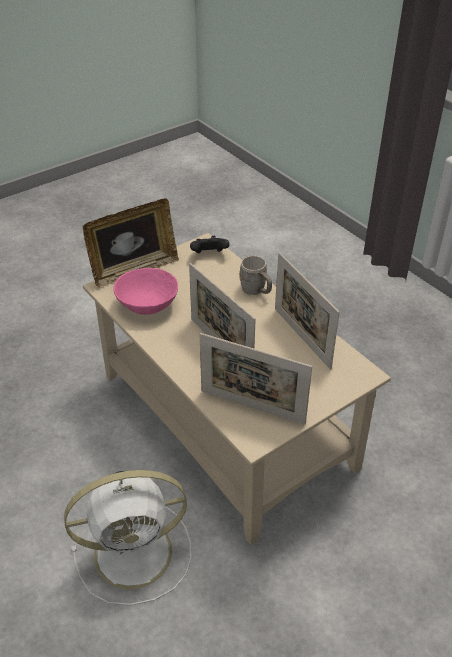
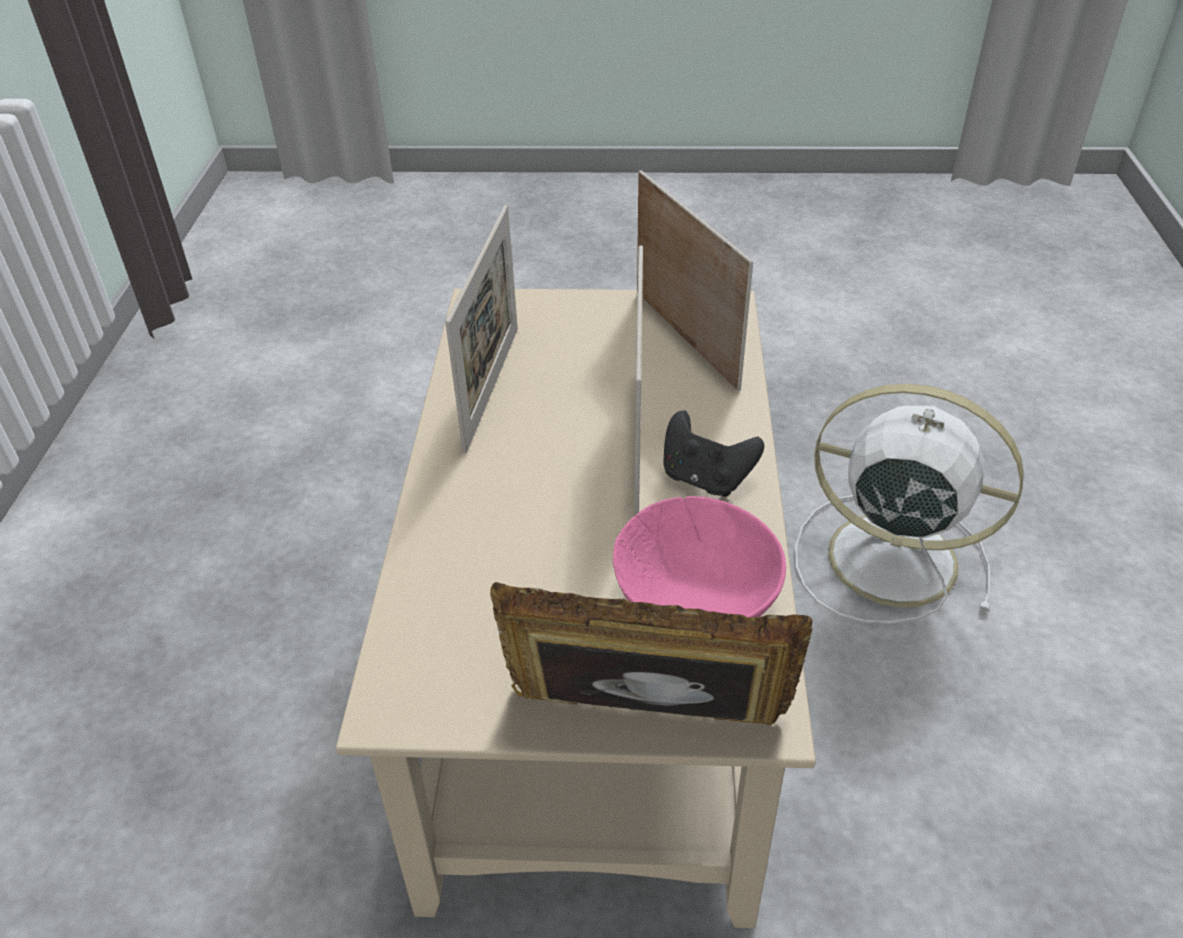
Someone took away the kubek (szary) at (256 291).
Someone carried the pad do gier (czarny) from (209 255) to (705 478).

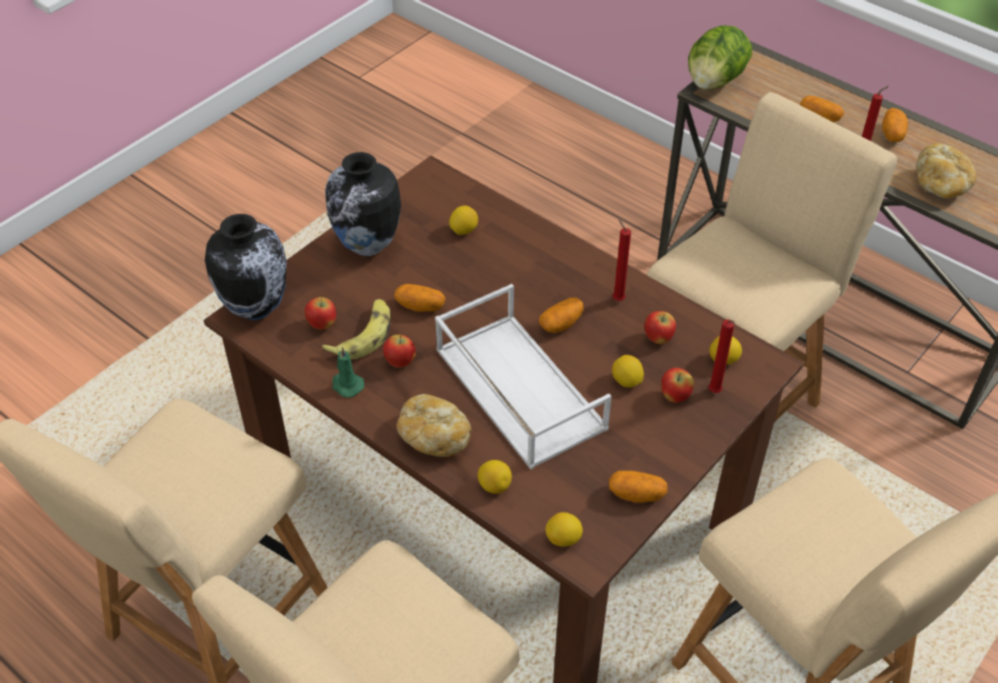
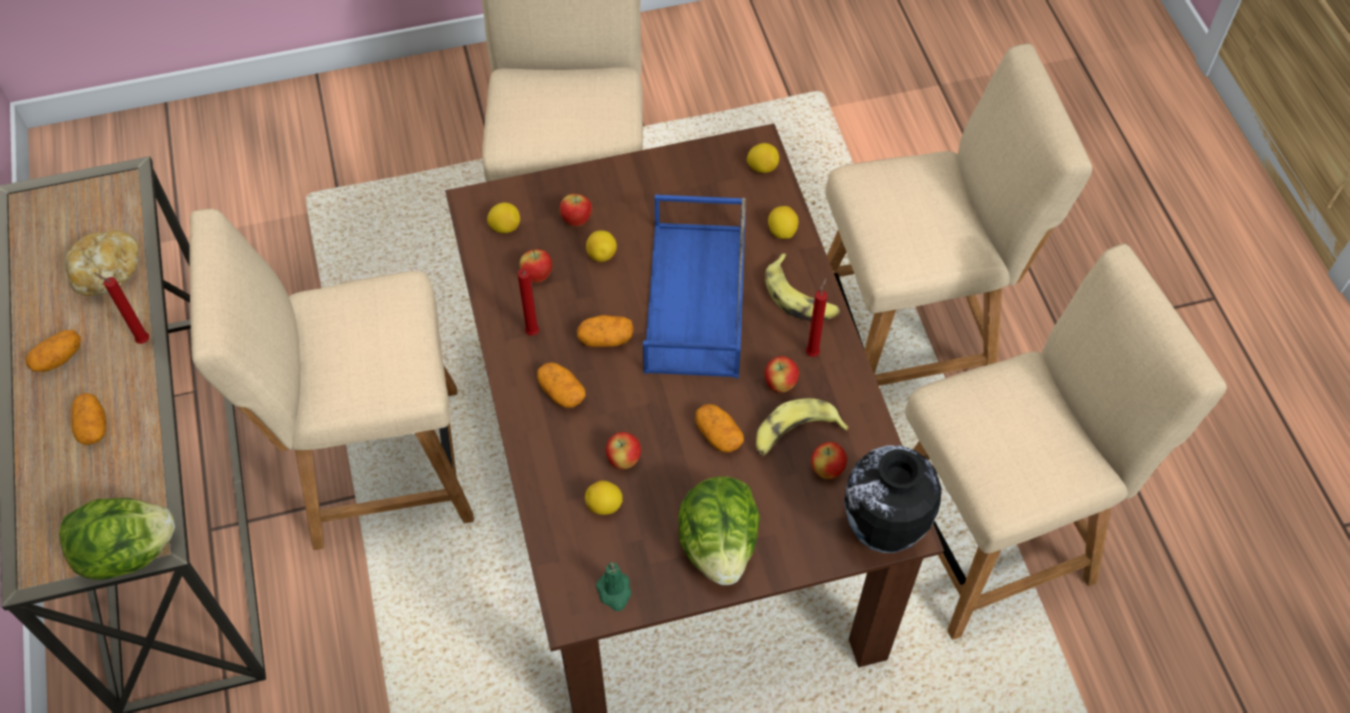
Someone put down the jabłko at (624 460).
Someone carried the świeca (zielony) from (346 385) to (615 592).
Someone carried the ziemniak from (636 494) to (561 392).
Someone carried the świeca (czerwony) from (715 393) to (813 352).
Someone swapped the wazon at (367 247) for the sałata at (718 545).
Someone swapped the chleb at (434 437) for the banan at (800 297).
Someone repainted the taca (biały) at (517 388), which became the taca (niebieski) at (697 300).

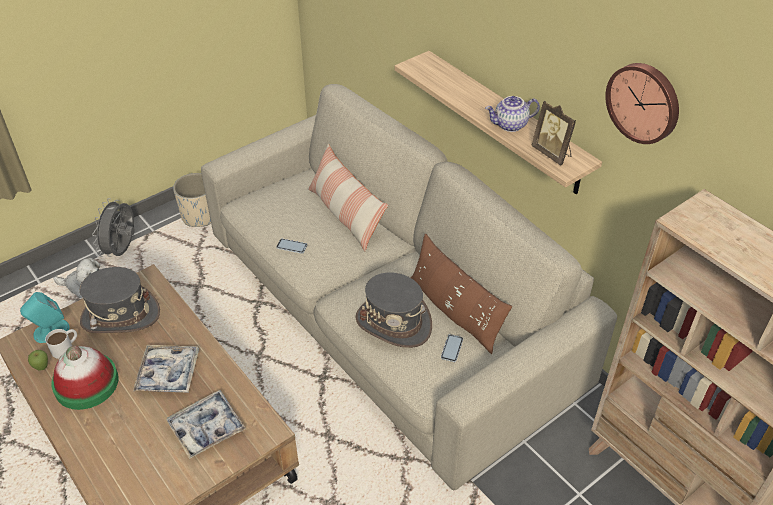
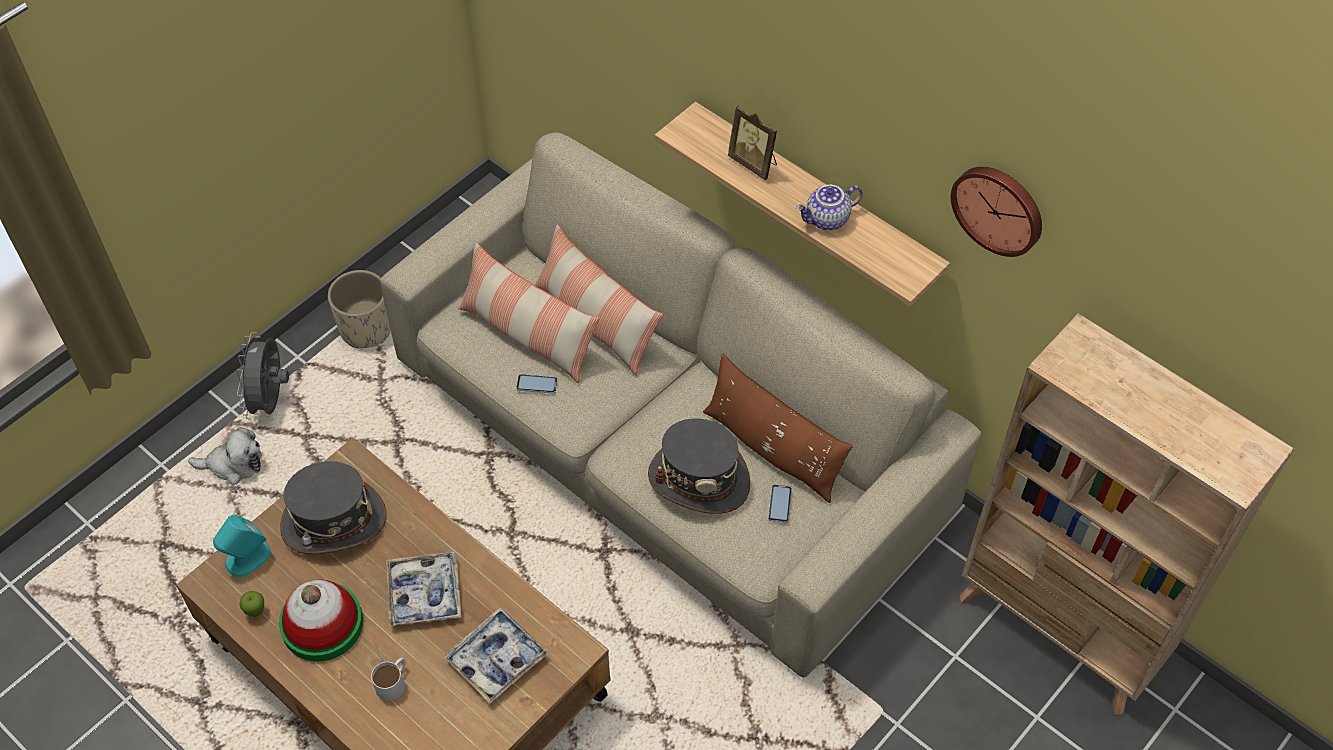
Someone put down the poduszka at (528 334).
Someone carried the kubek (biały) from (66 347) to (393 682).
Someone carried the ramka na zdjęcie from (552 153) to (754 163).

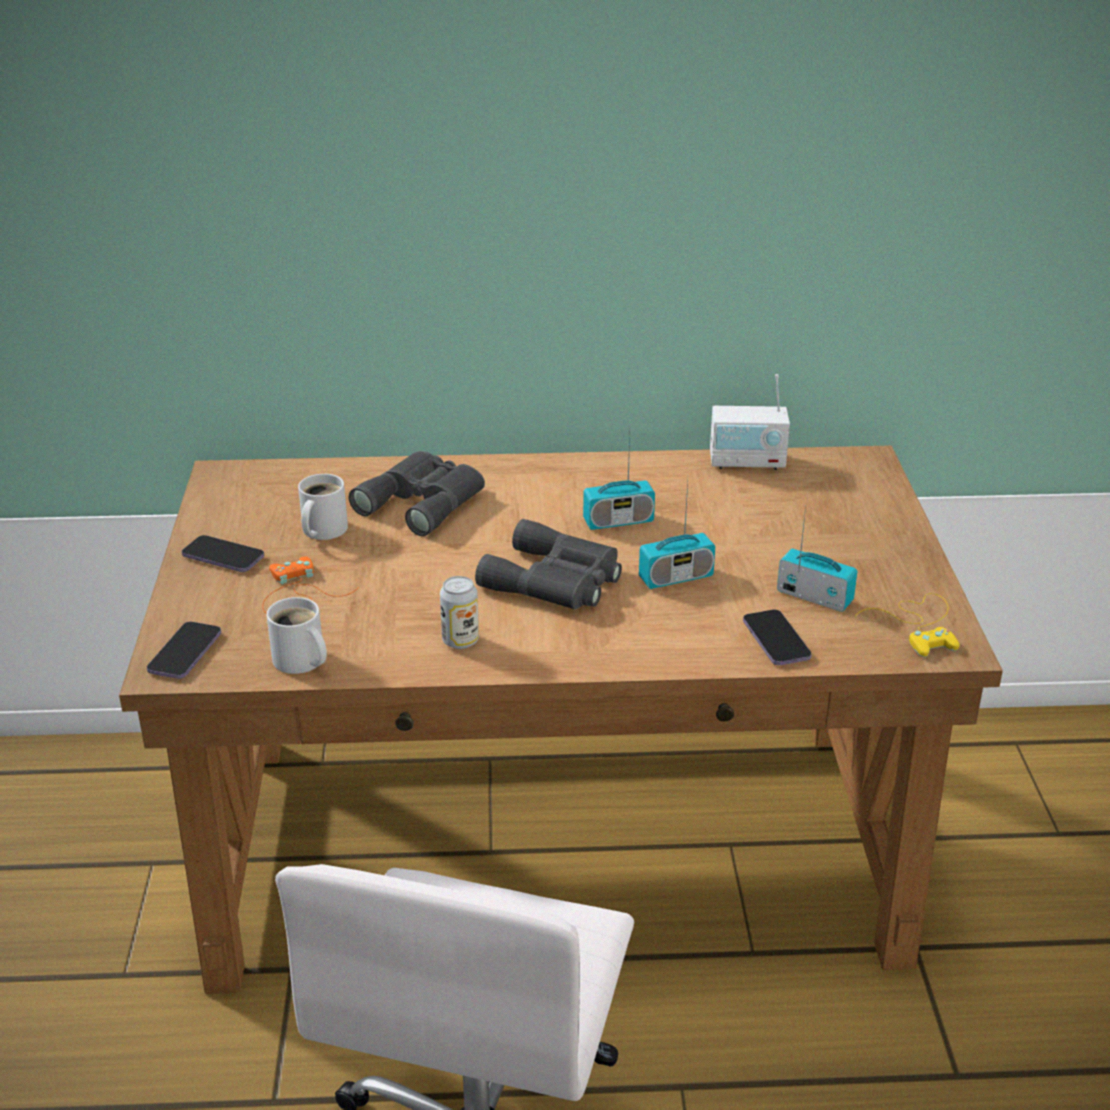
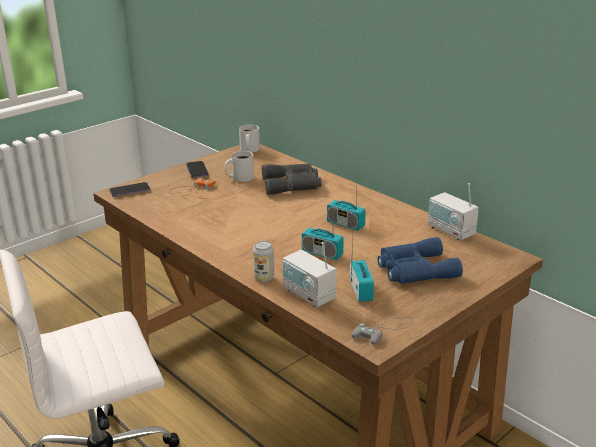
Someone took away the lornetka (szary) at (556 581).
Someone put down the lornetka (niebieski) at (414 269).
Someone carried the kubek (biały) from (300 662) to (248 150).
Someone carried the puszka from (460 641) to (264 277).
Someone swapped the telefon at (776 640) for the radio at (308 295).
Someone repainted the pad do gier (żółty) at (919 625), which became the pad do gier (szary) at (381 327).

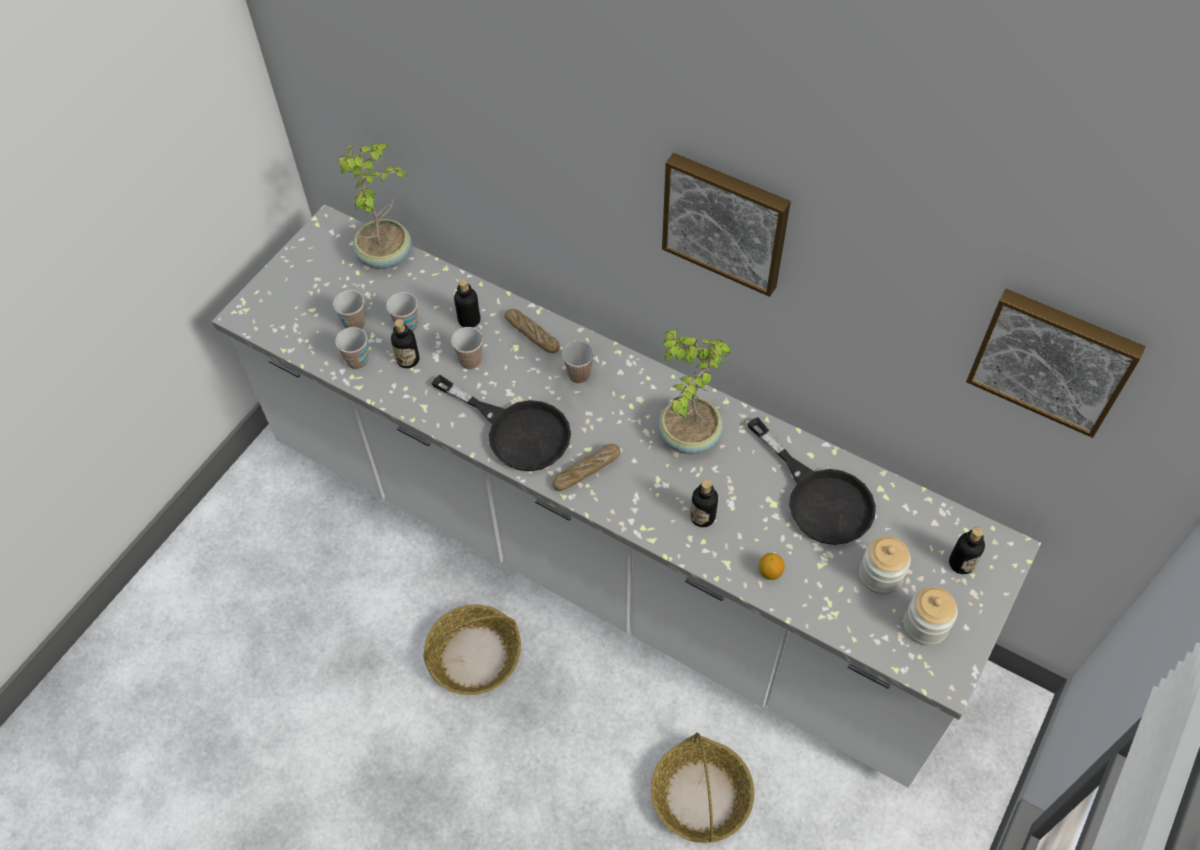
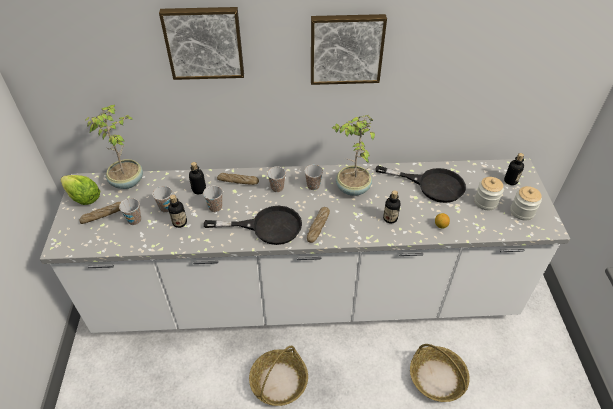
Someone put down the sałata at (83 198).
Someone put down the chleb at (103 215).
Someone carried the filiżanka from (357 361) to (313 186).
Someone carried the obraz from (1053 359) to (204 42).

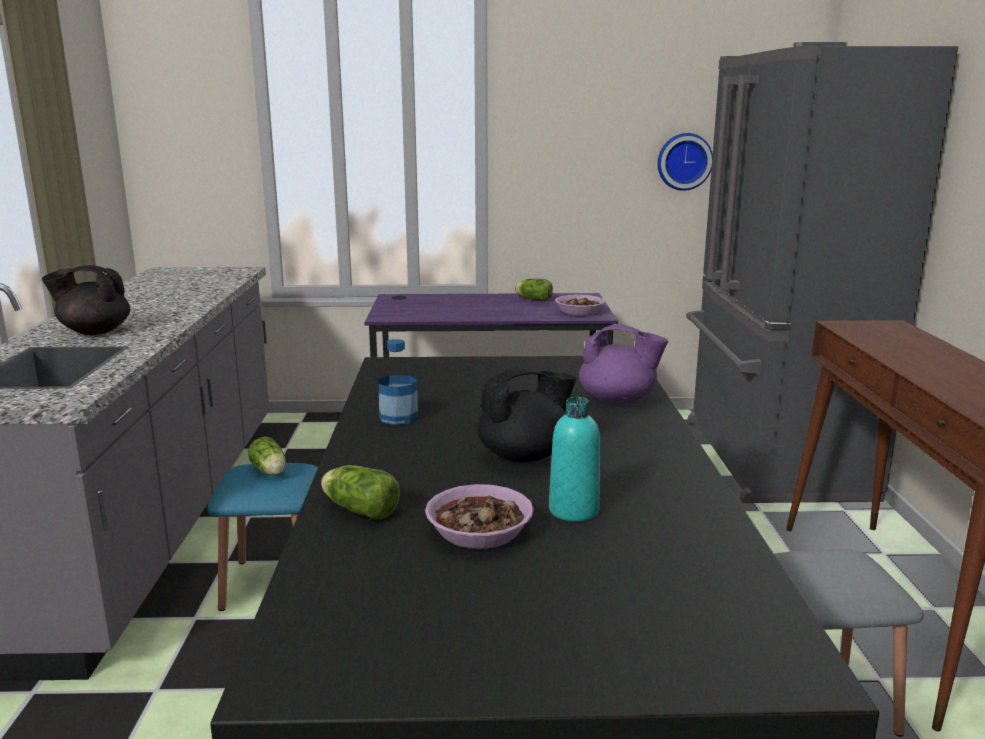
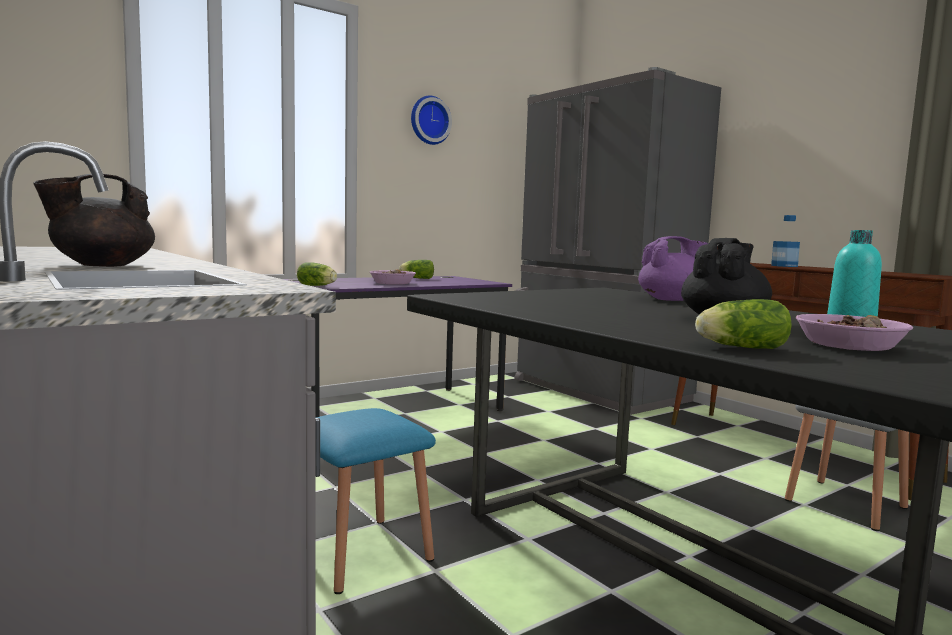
Someone carried the sałata from (270 472) to (318 286).
Someone carried the butelka from (398 417) to (784 266).
Someone carried the miska from (580 312) to (393 283).
Someone carried the zegar ścienny from (684 161) to (429 120).

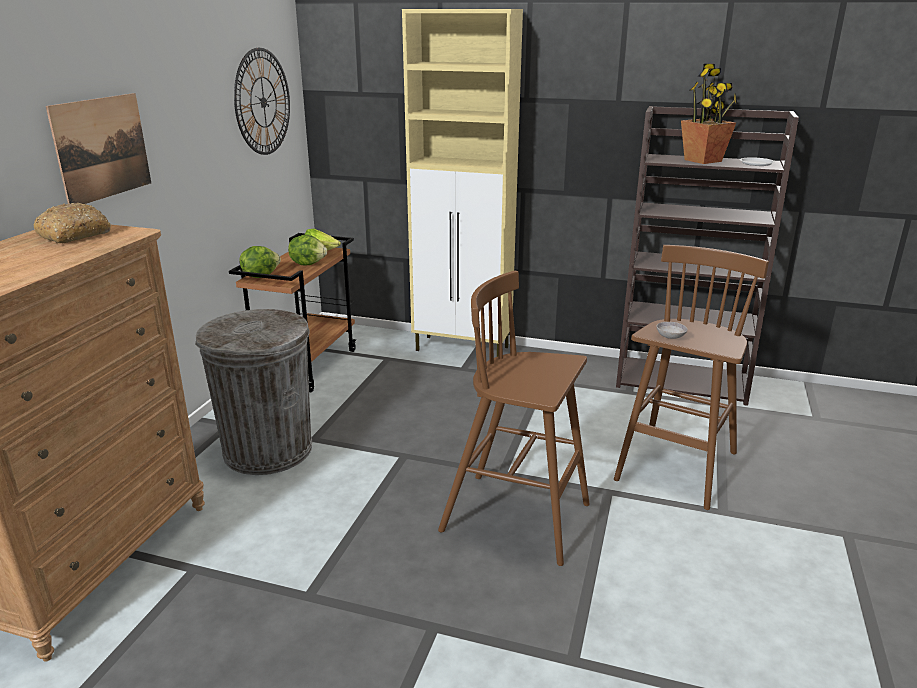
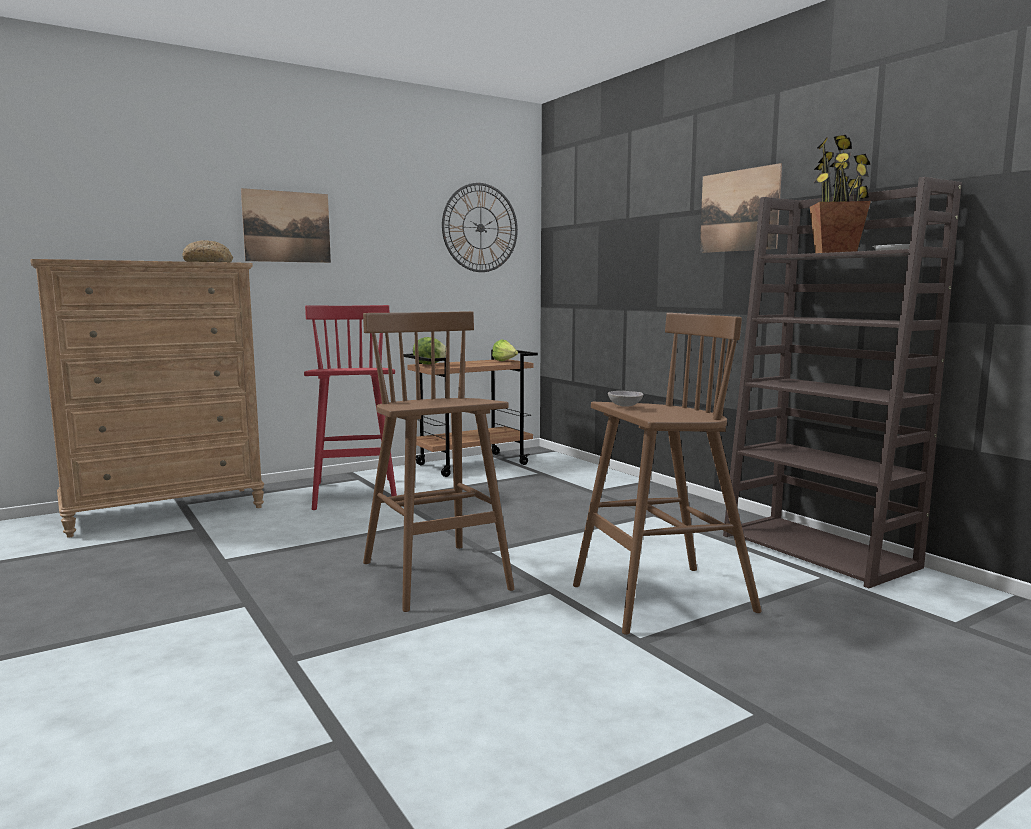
Someone took away the sałata at (308 264).
Someone took away the szafka (beżowy) at (463 349).
Someone put up the obraz at (738 210).
Someone swapped the kosz na śmieci (szary) at (268 450) for the stołek (czerwony) at (355 494).

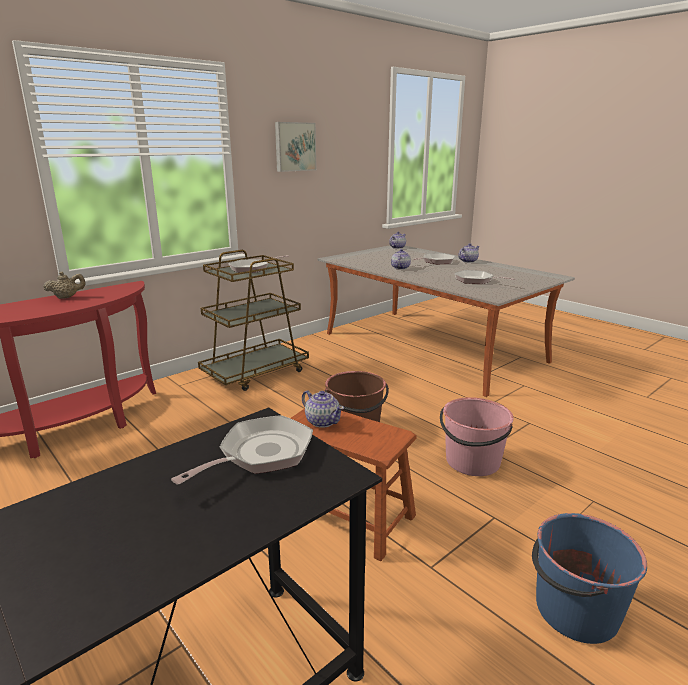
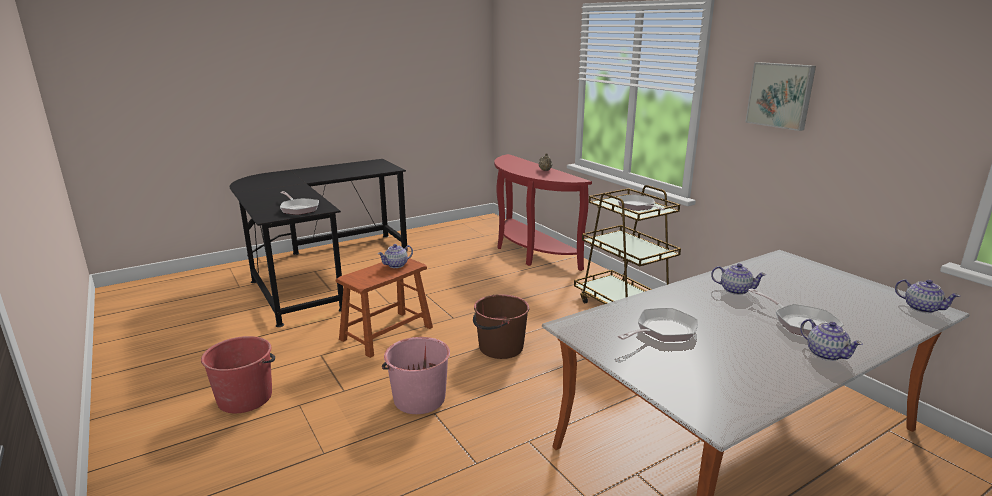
Someone repainted the wiadro (niebieski) at (574 610), which became the wiadro (czerwony) at (246 397).

